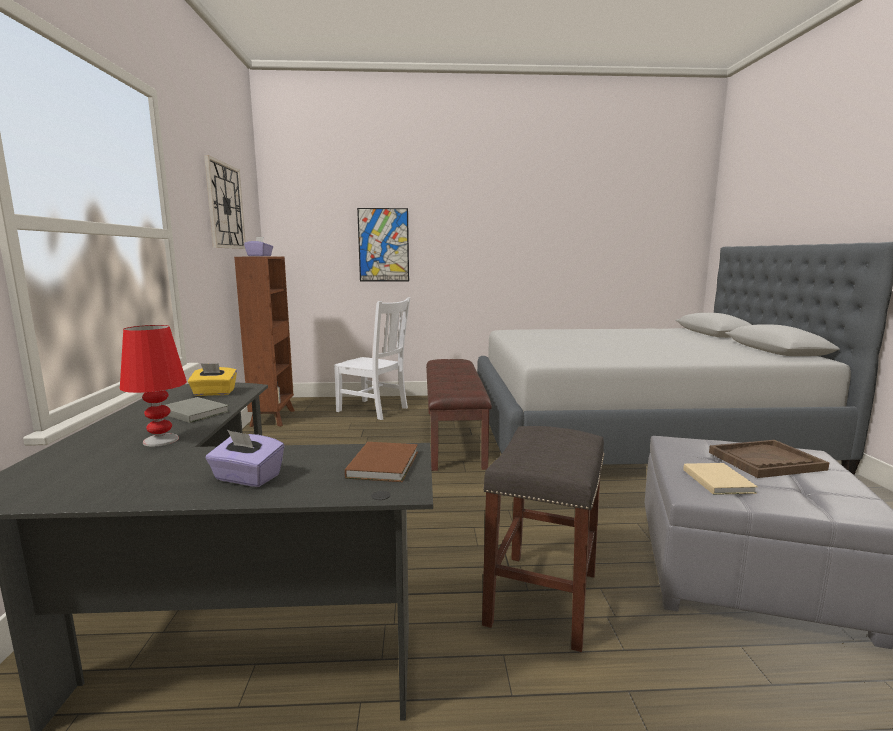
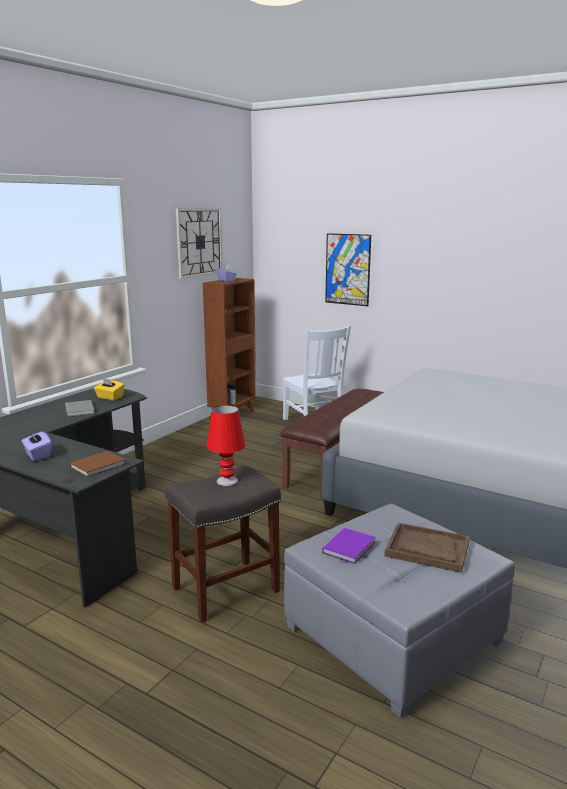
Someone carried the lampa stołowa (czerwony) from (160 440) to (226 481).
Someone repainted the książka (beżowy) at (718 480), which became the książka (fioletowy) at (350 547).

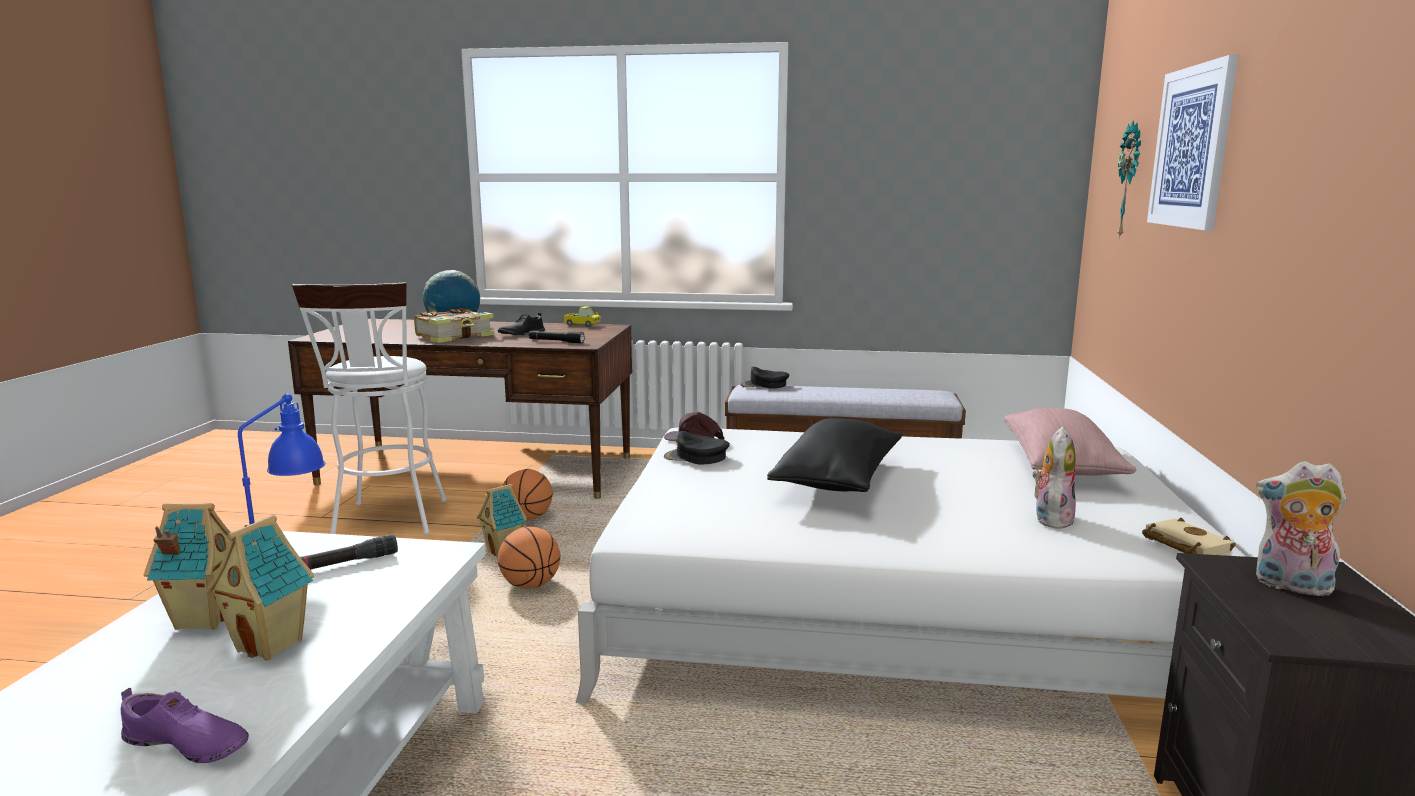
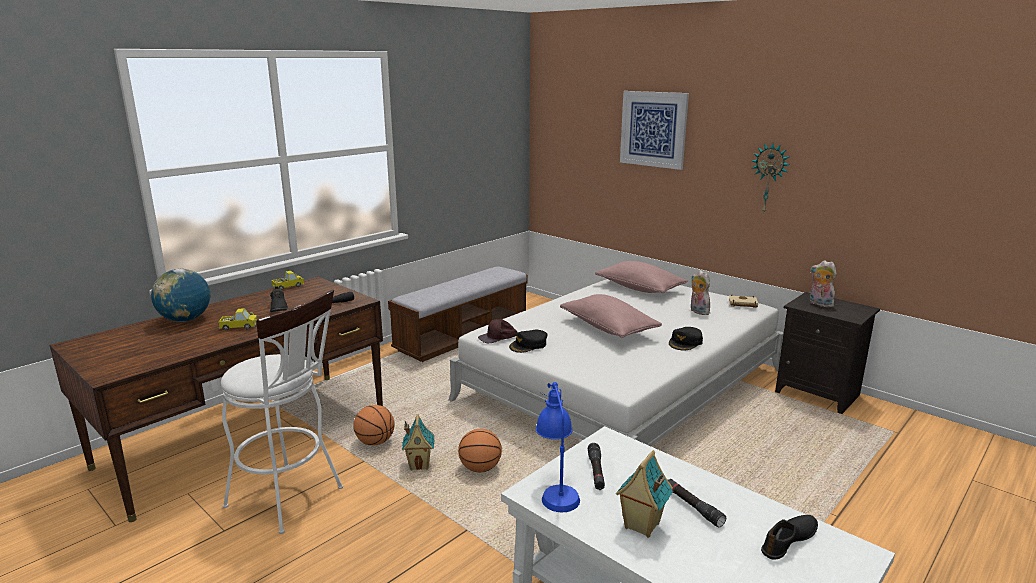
Someone carried the czapka z daszkiem (czarny) from (764 385) to (685 342).
Someone carried the zegar ścienny from (1131 180) to (769 178).
Someone swapped the domek at (272 645) for the latarka (czarny) at (693 507).
Someone swapped the książka at (456 336) for the ciężarówka zabawkowa at (239 327).
Someone repainted the but (fioletowy) at (186 745), which became the but (czarny) at (789 541).
Someone repainted the poduszka (czarny) at (838 480), which became the poduszka (różowy) at (608 328).
Someone rotated the pluszak at (1290 586) by 75 degrees clockwise.

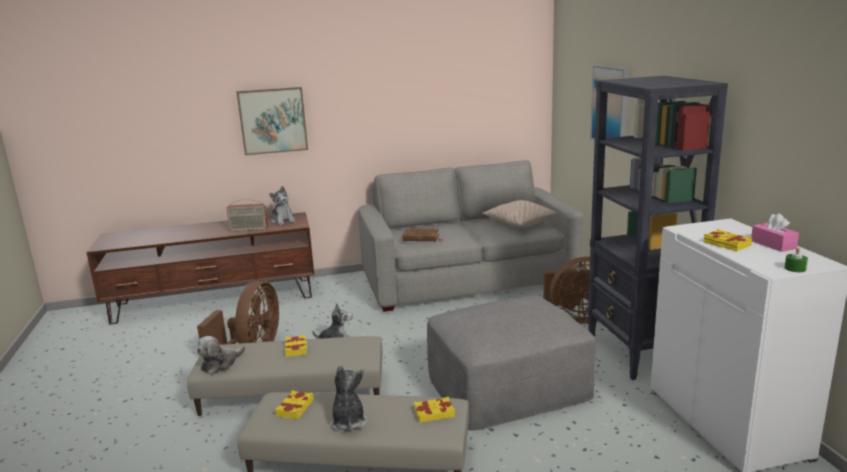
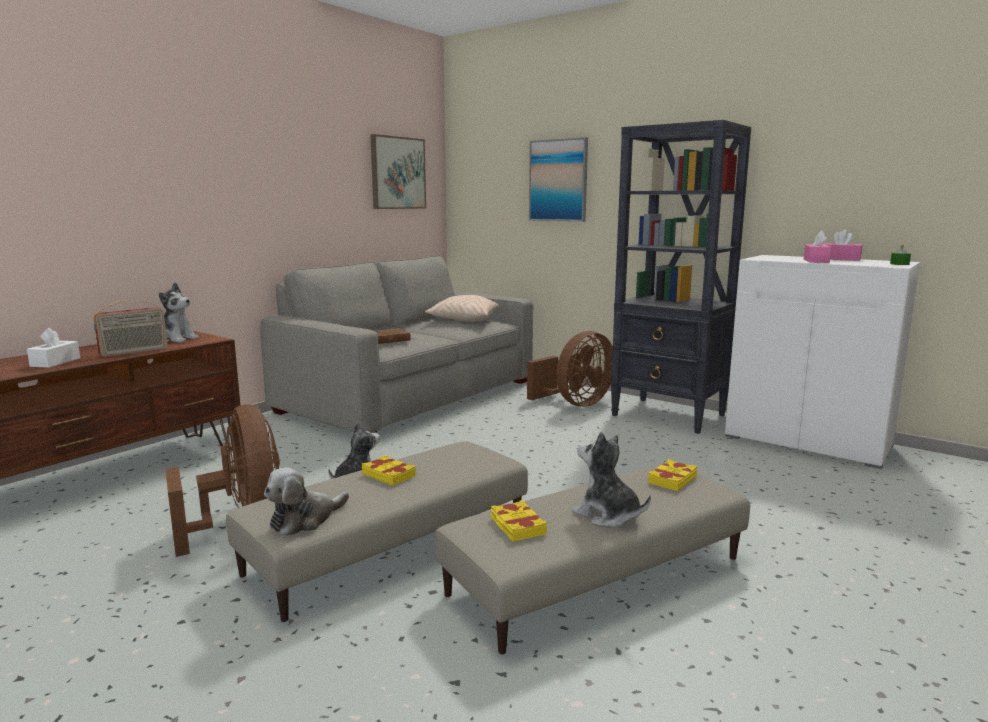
Someone took away the pufa (szary) at (508 386).
Someone put down the pudełko chusteczek (biały) at (55 362).
Someone carried the obraz from (273 120) to (397 173).
Someone swapped the książka (żółty) at (726 244) for the pudełko chusteczek (różowy) at (816 261).
Someone rotated the pluszak at (221 364) by 45 degrees clockwise.

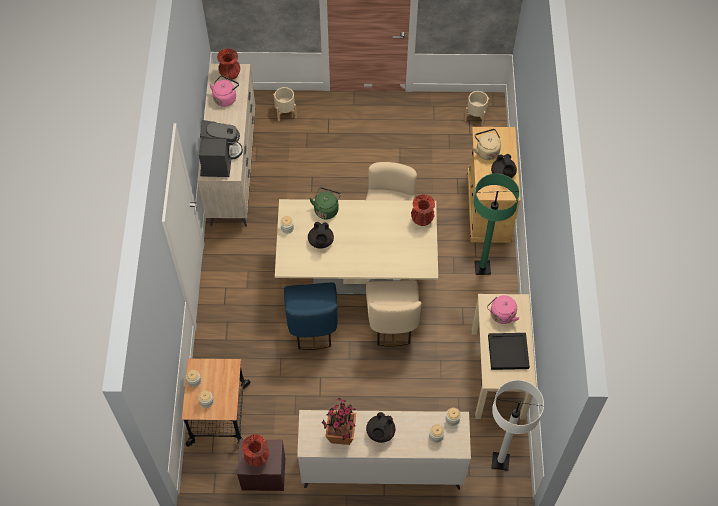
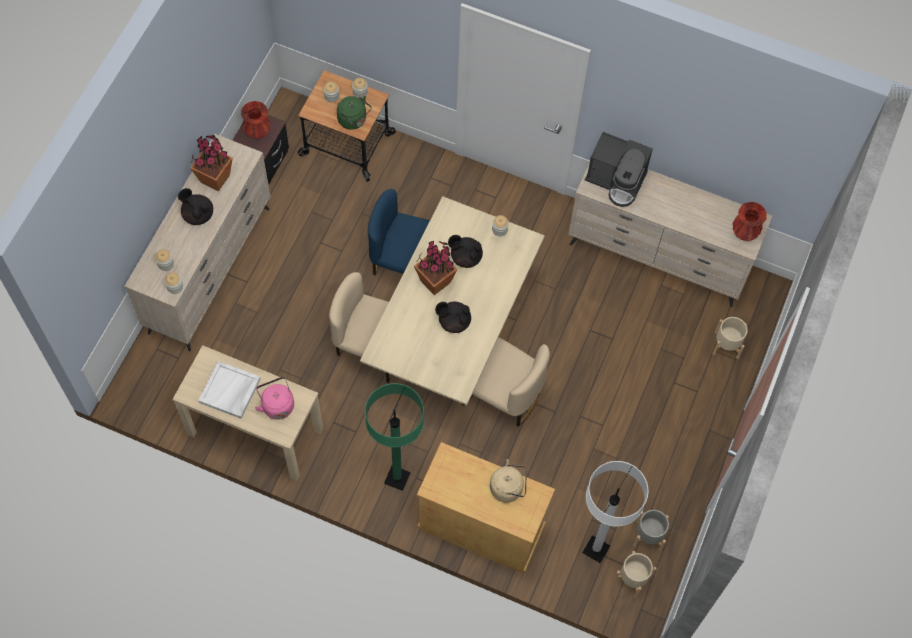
Someone took away the czajnik (różowy) at (225 98).
Someone took away the wazon (czerwony) at (422 219).
Someone put down the roślina doniczkowa at (435 281).
Someone put down the donica (szary) at (649 535).
Someone carried the czajnik (zielony) from (326 209) to (354 120).
Someone carried the imbryk (czarny) from (503 174) to (453 321).
Someone carried the lampa stojąca (biały) from (500 461) to (596 549).
Someone repainted the taca (czarny) at (508 351), which became the taca (biały) at (230 391).

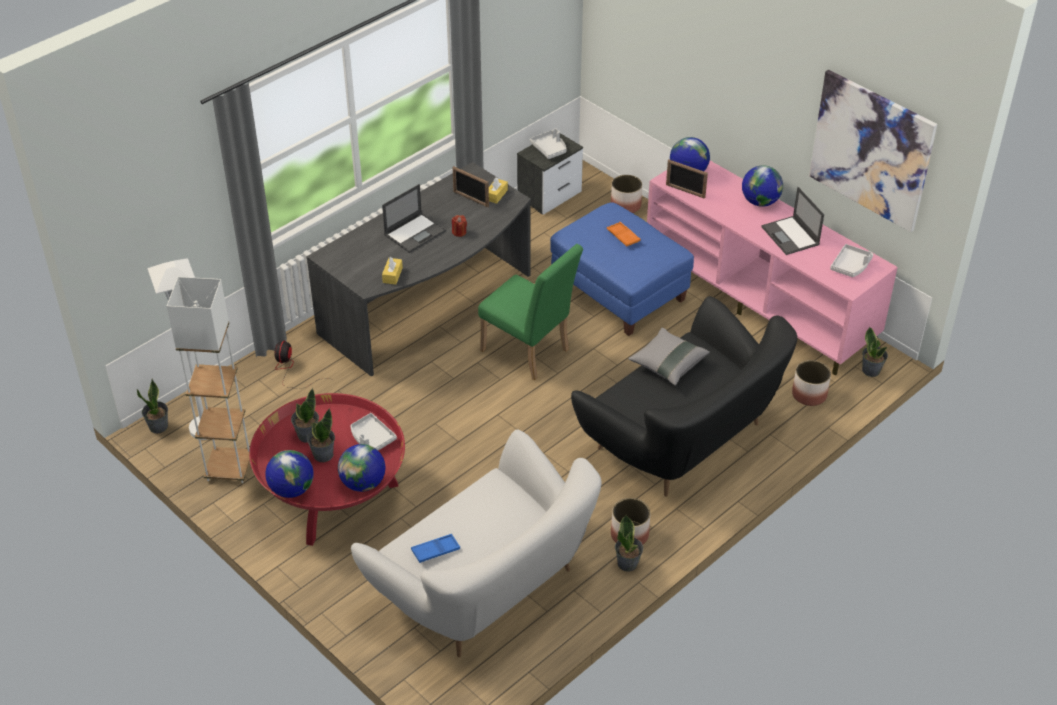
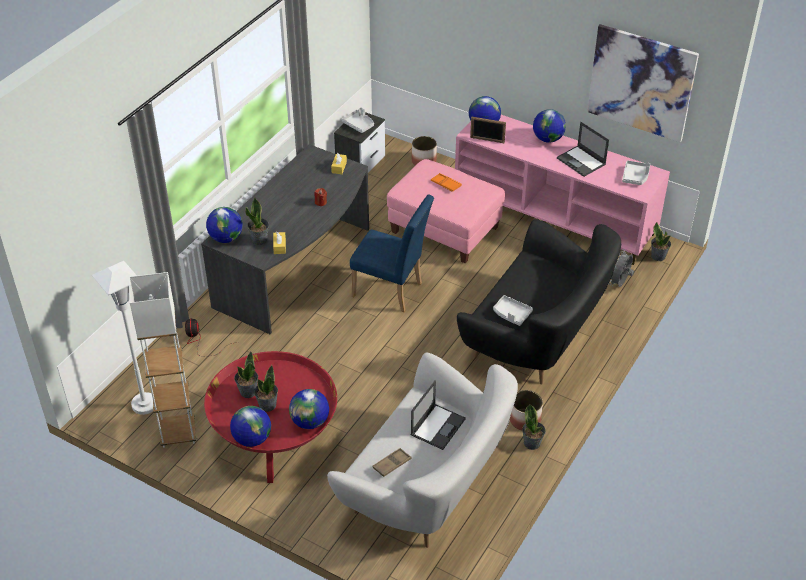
Someone took away the ramka na zdjęcie at (471 199).
Someone took away the poduszka (szary) at (667 364).
Someone put down the globus at (226 238).
Someone carried the roślina doniczkowa from (158 426) to (259 239).
Someone carried the taca (szary) from (371 438) to (511 314).
Someone carried the laptop from (415 233) to (438 426).
Someone swapped the donica at (809 395) for the wentylator (szary) at (619 283).
Someone repainted the taca (niebieski) at (435 550), which became the taca (brązowy) at (392 464).
Someone repainted the krzesło (zielony) at (529 353), which became the krzesło (niebieski) at (392 291).
Someone repainted the pufa (niebieski) at (619 292), which became the pufa (różowy) at (444 230).

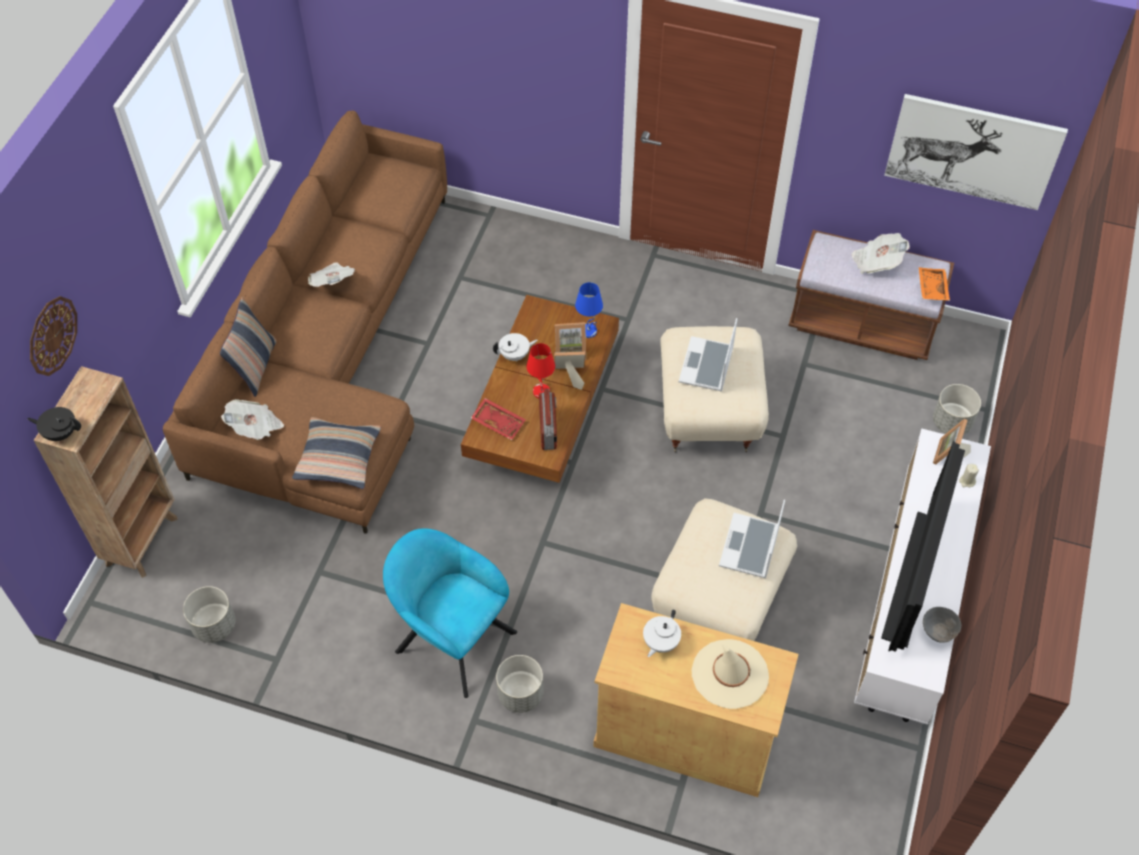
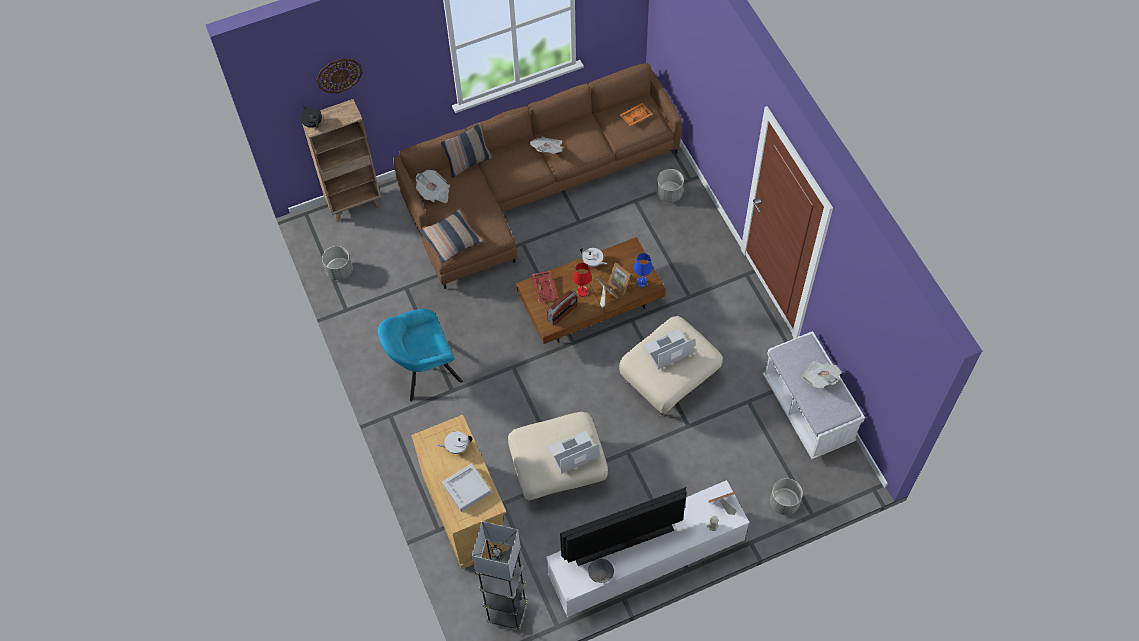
Someone took away the obraz at (973 151).
Someone put down the lampa stojąca (szary) at (507 611).
Someone carried the donica (szary) from (520 694) to (669 193).
Someone carried the taca (pomarańczowy) from (931 288) to (635 116).
Someone swapped the kapelusz (beżowy) at (730 674) for the taca (szary) at (467 489).
Someone repainted the ławka (brązowy) at (862 324), which became the ławka (biały) at (807 410).
Someone rotated the fotel (turkusowy) at (451 638) by 105 degrees counterclockwise.

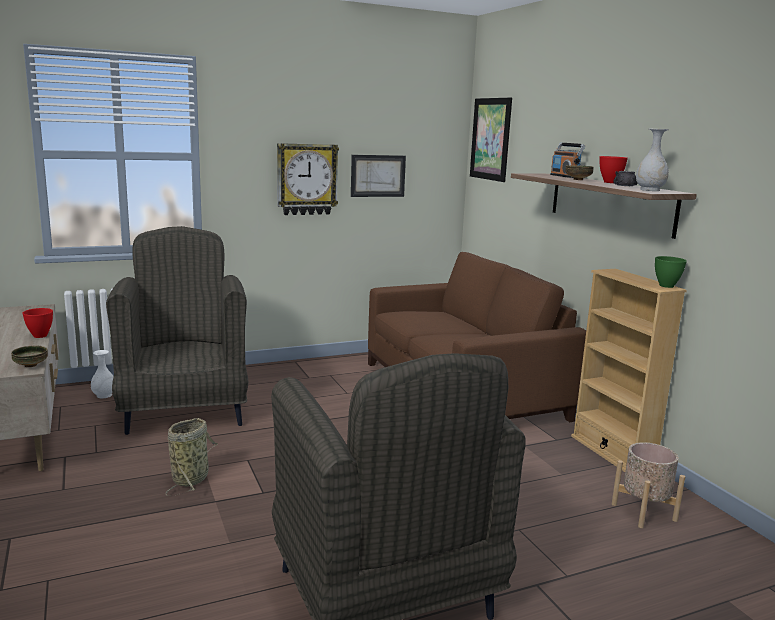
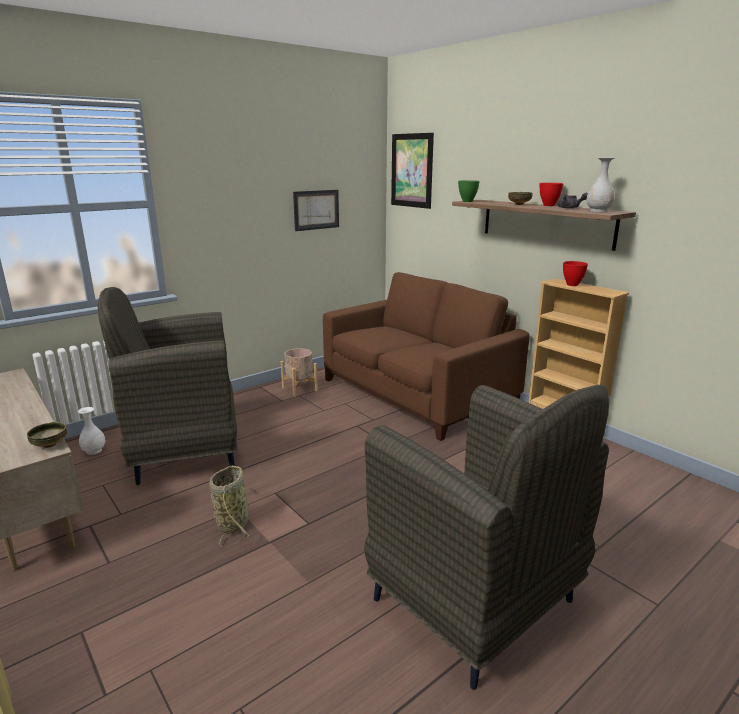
Someone took away the zegar ścienny at (306 179).
Someone took away the radio at (564 176).
Someone carried the miska (czerwony) from (40 336) to (573 285).
Someone carried the donica (beżowy) from (644 512) to (300 389).
Someone carried the miska (zielony) from (666 286) to (467 201).
Someone rotated the fotel (szary) at (185 409) by 75 degrees counterclockwise.

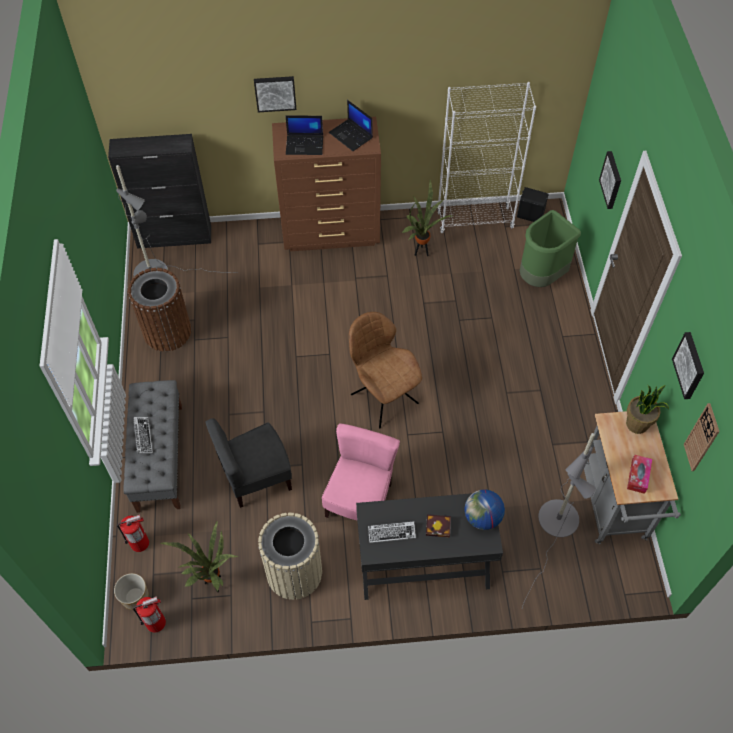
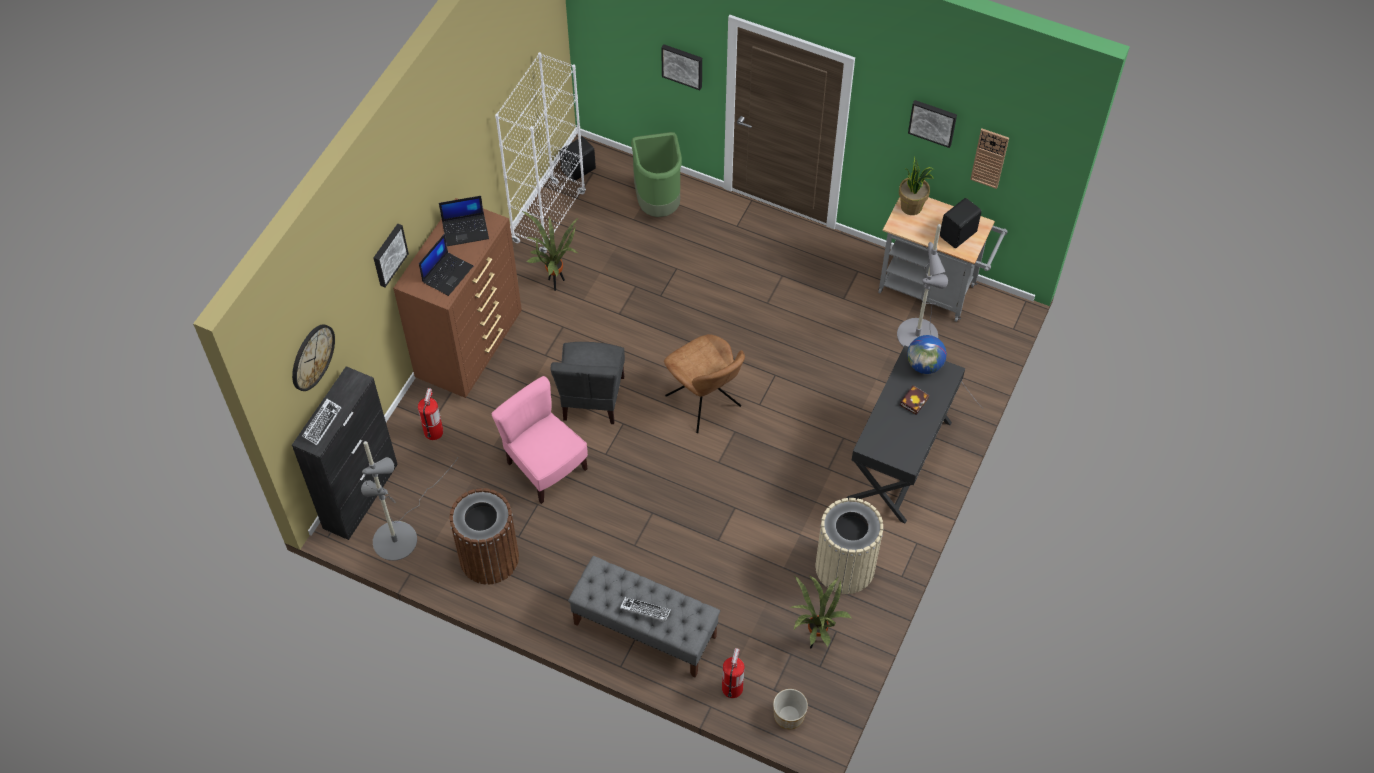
Someone put up the zegar ścienny at (312 357).
Someone carried the gaśnica from (156 622) to (433 431).
Someone carried the krzesło (szary) from (256 478) to (592 398).
Someone carried the krzesło (różowy) from (360 501) to (545 467).
Someone carried the klawiatura from (391 533) to (322 423).
Someone swapped the pudełko chusteczek at (638 476) for the głośnik (czarny) at (959 234).
Someone rotated the krzesło (brązowy) at (383 397) by 120 degrees counterclockwise.

